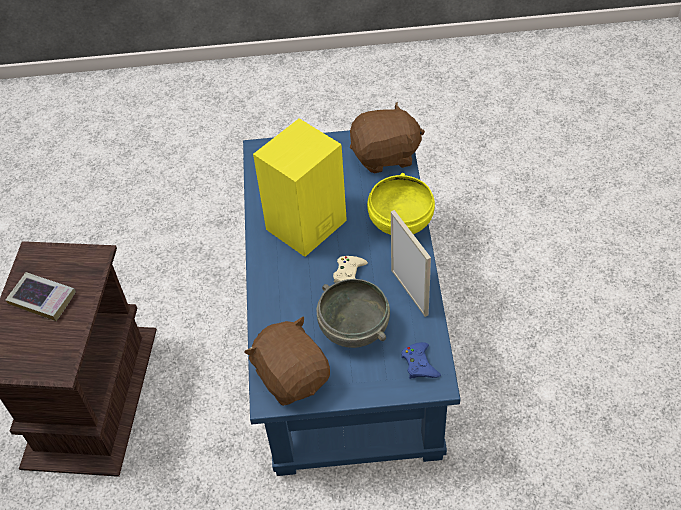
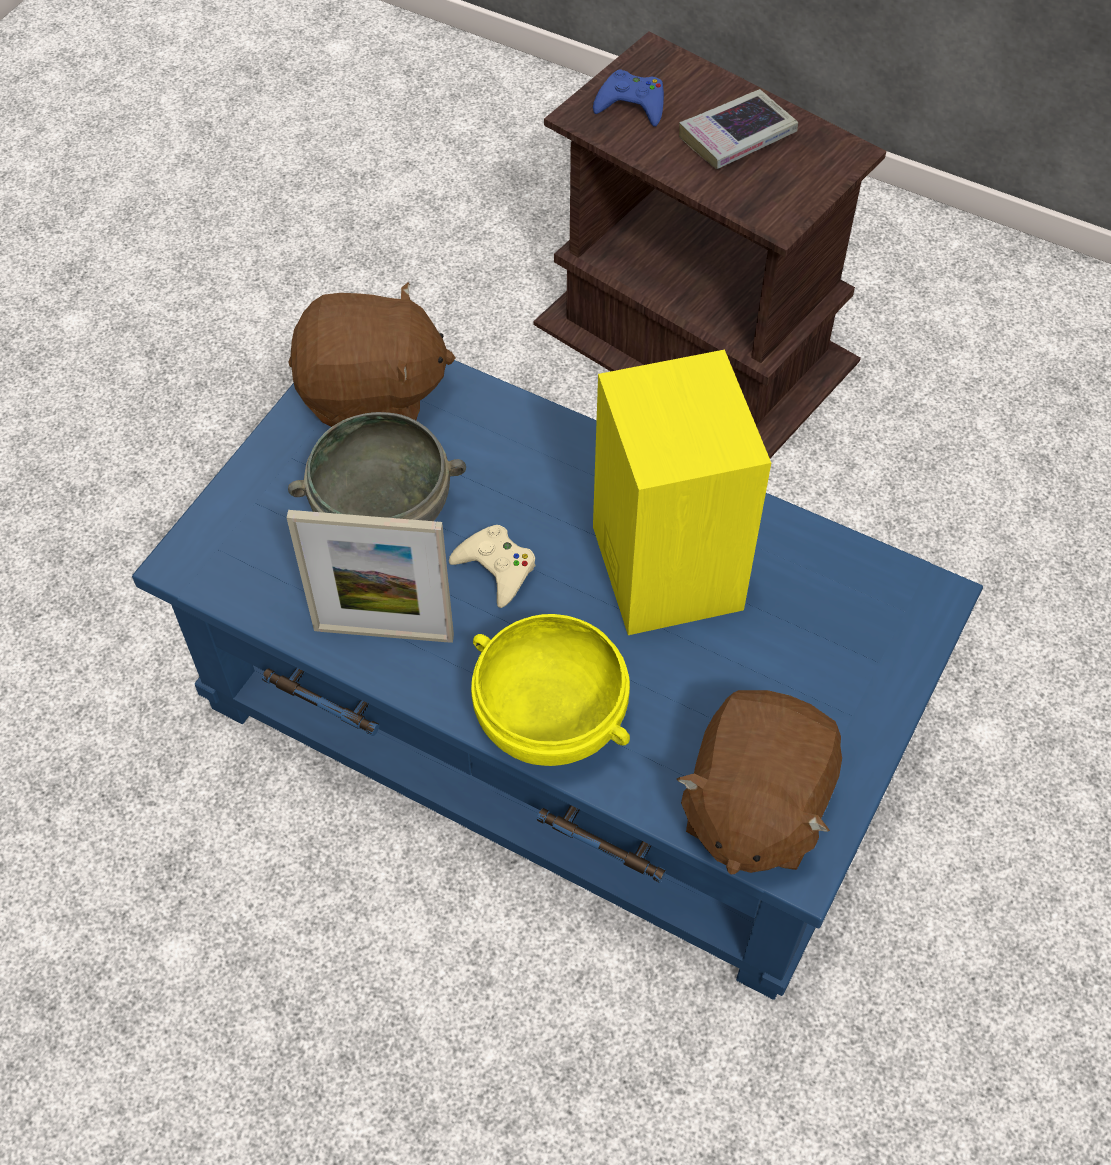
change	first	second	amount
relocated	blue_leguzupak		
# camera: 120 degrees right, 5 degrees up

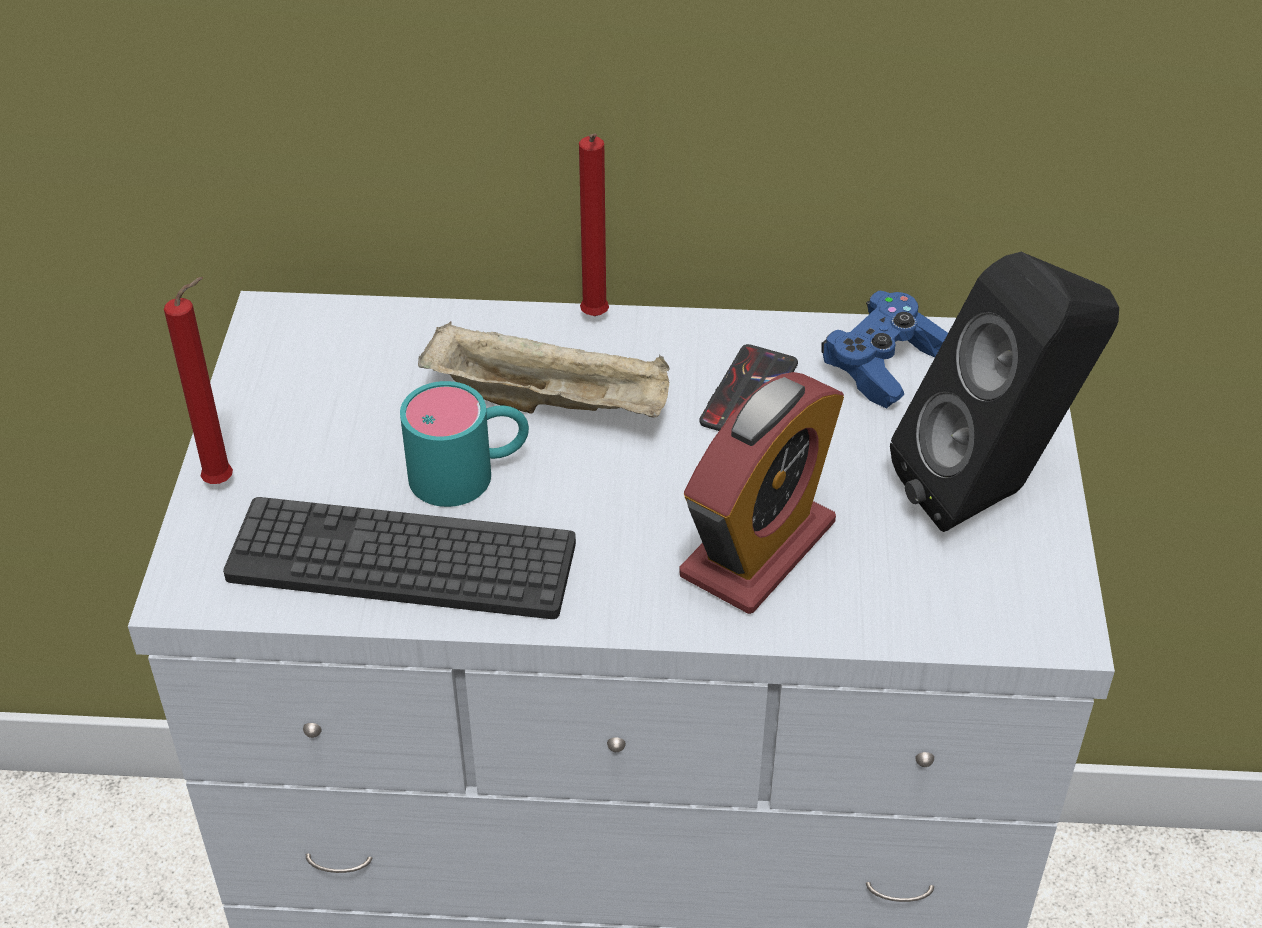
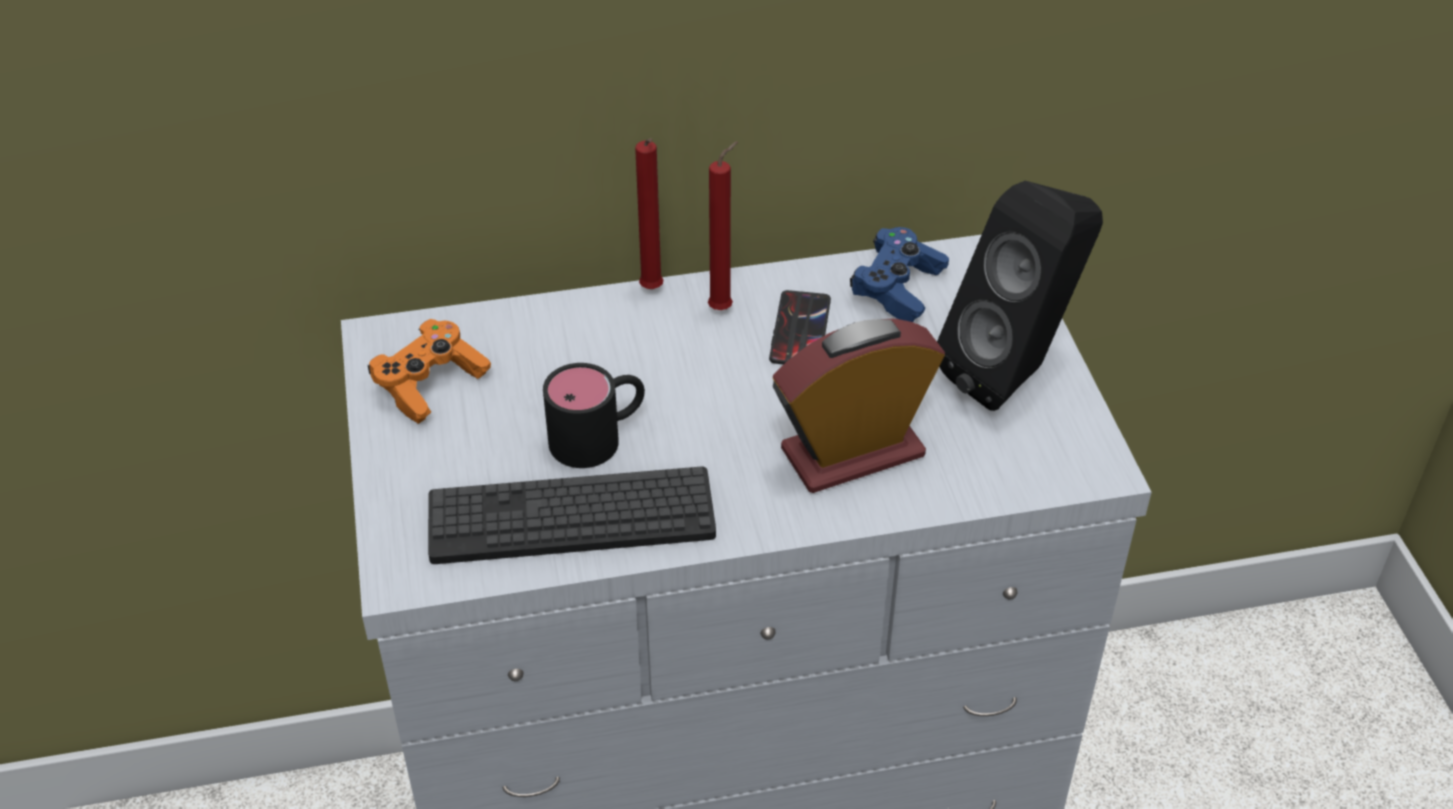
change	first	second	amount
relocated	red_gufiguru (no. 1 from left in the first image)	red_gufiguru (no. 2 from left)	
missing	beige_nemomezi		
spun	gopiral		135 degrees counterclockwise
colour	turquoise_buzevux	black_buzevux	
appeared		orange_leguzupak	
# camera: 15 degrees left, 0 degrees up

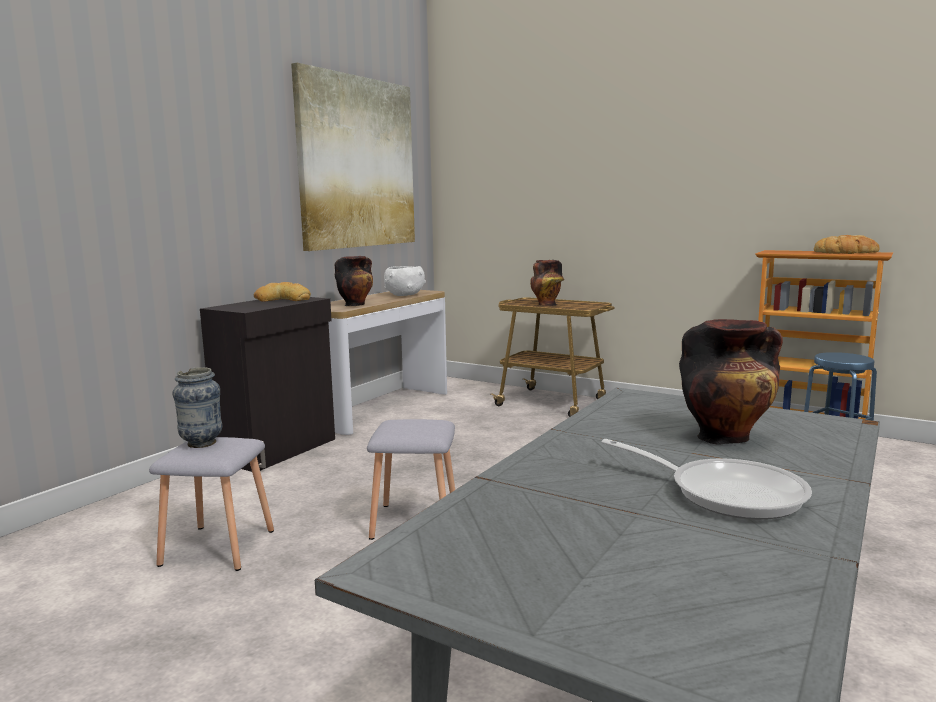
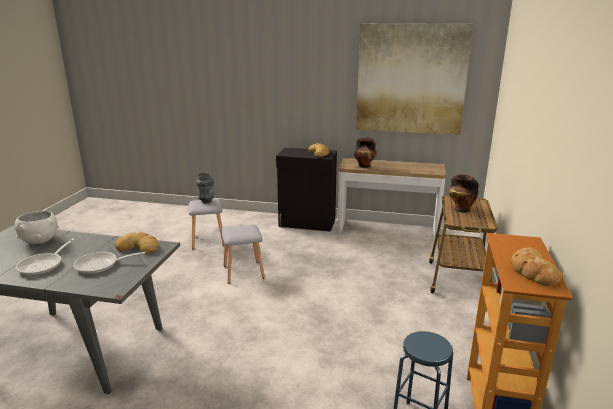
change	first	second	amount
relocated	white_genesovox		
exchanged	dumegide (no. 4 from left)	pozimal (no. 2 from left)	
appeared		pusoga (no. 1 from left)	
# camera: 70 degrees right, 10 degrees up

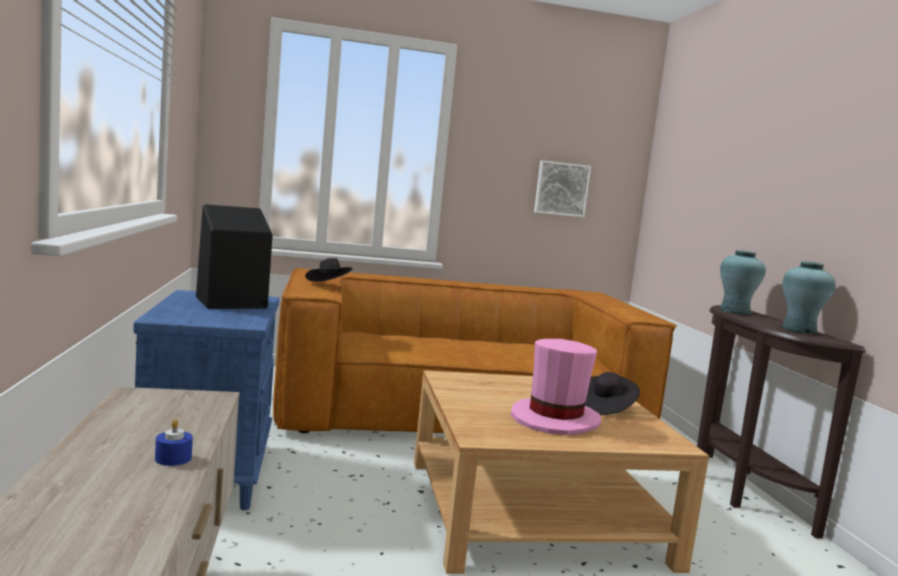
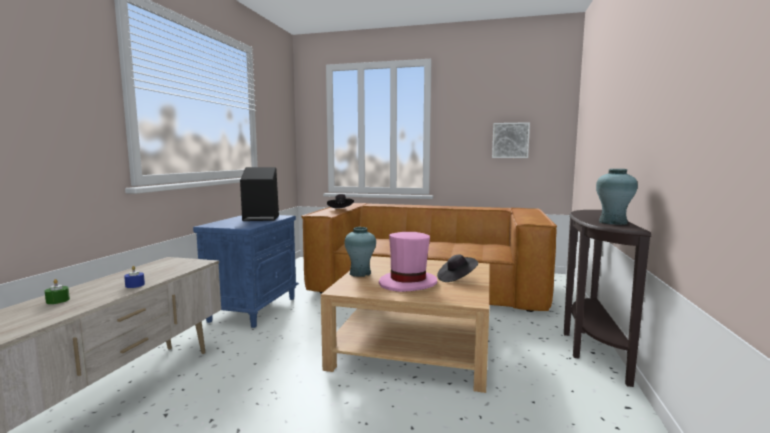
change	first	second	amount
relocated	turquoise_dumegide (no. 1 from left)		
appeared		green_gufiguru	
# camera: 25 degrees right, 0 degrees up

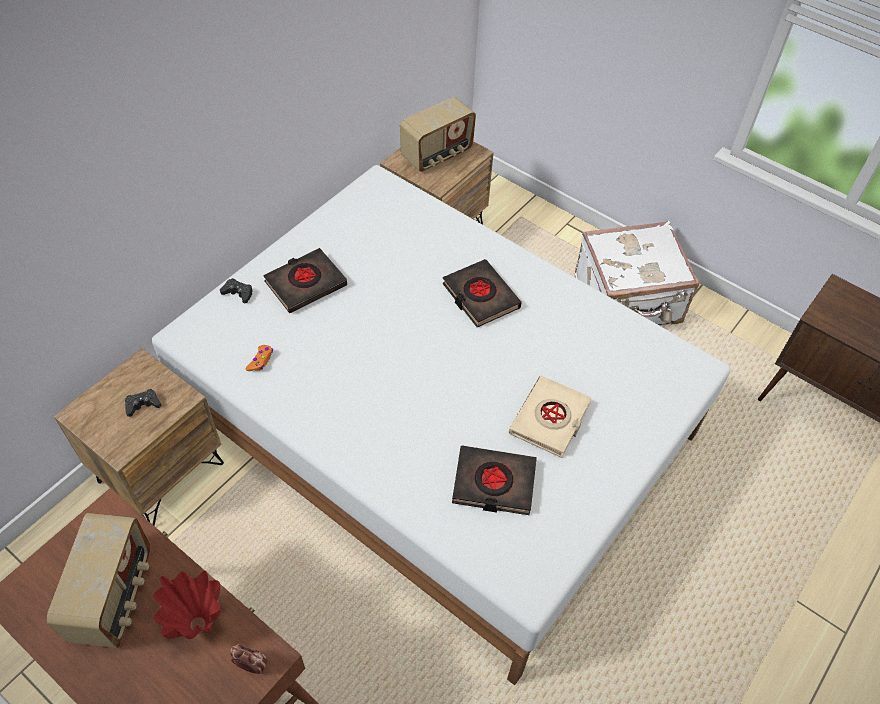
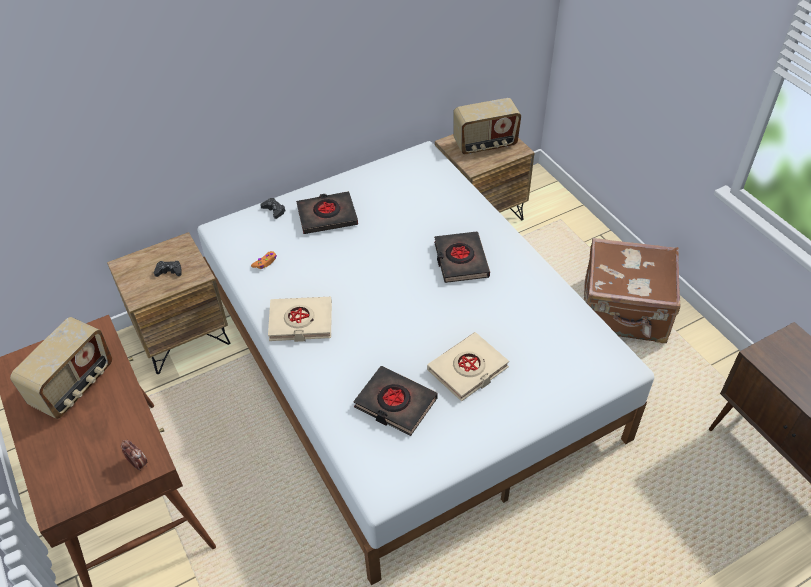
change	first	second	amount
colour	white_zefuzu	brown_zefuzu	
missing	red_dumegide		
appeared		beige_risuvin (no. 1 from left)	
# camera: 25 degrees right, 5 degrees down

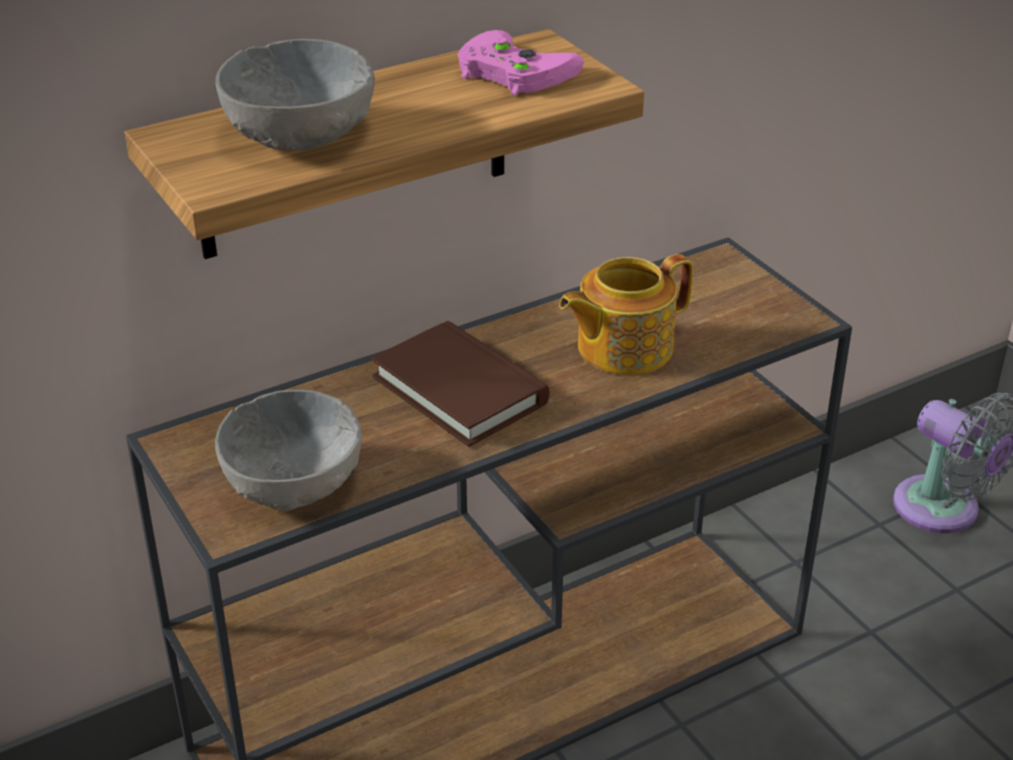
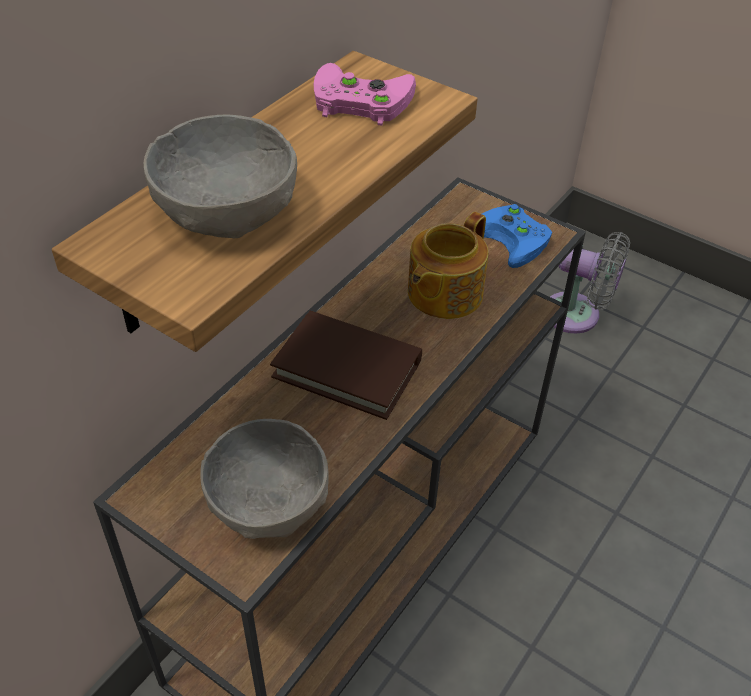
change	first	second	amount
appeared		blue_leguzupak	
# camera: 25 degrees left, 10 degrees up

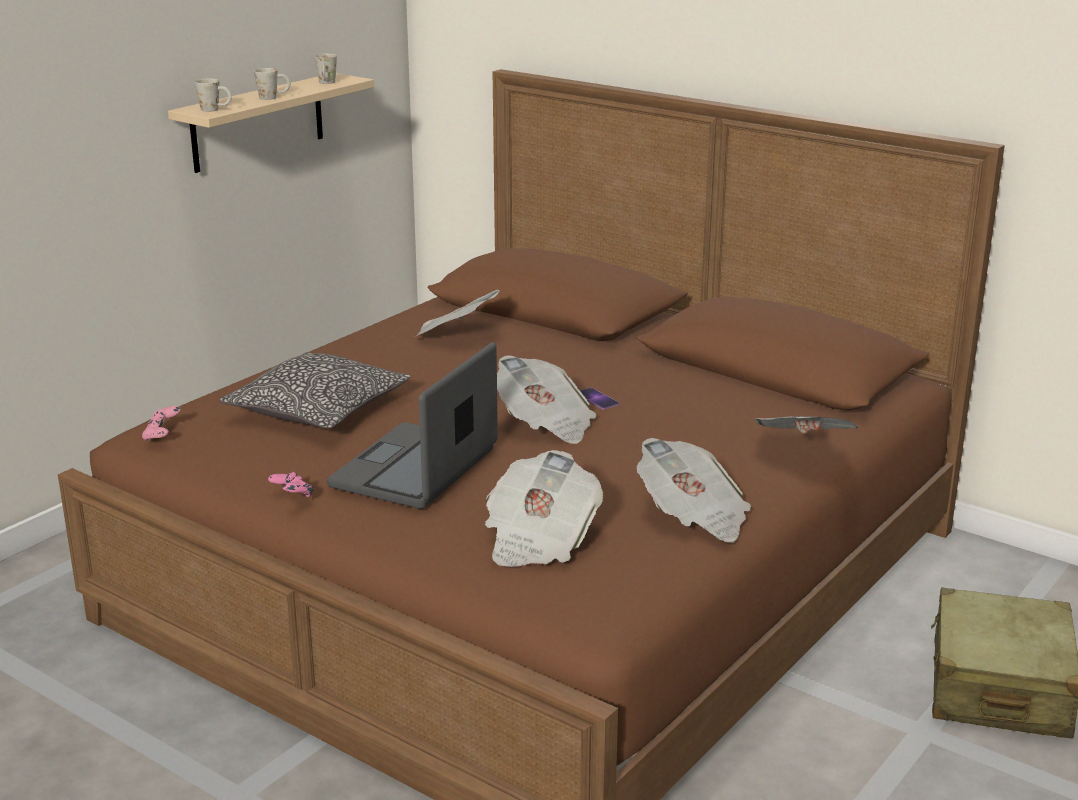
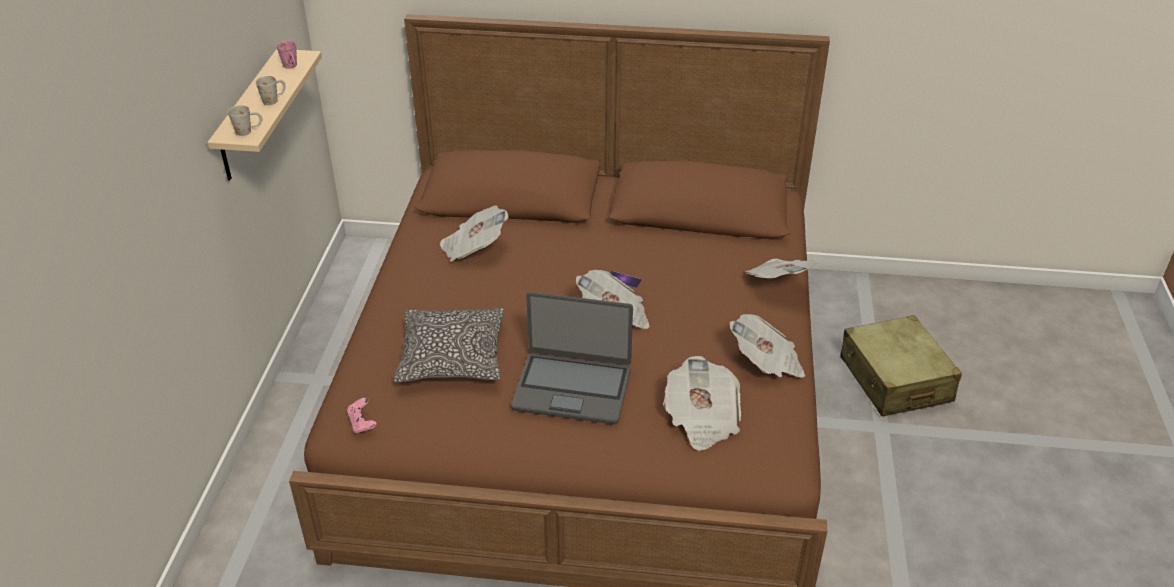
change	first	second	amount
colour	white_buzevux (no. 3 from left)	pink_buzevux	
spun	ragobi		75 degrees counterclockwise
missing	pink_leguzupak (no. 2 from left)		
# camera: 30 degrees left, 15 degrees up

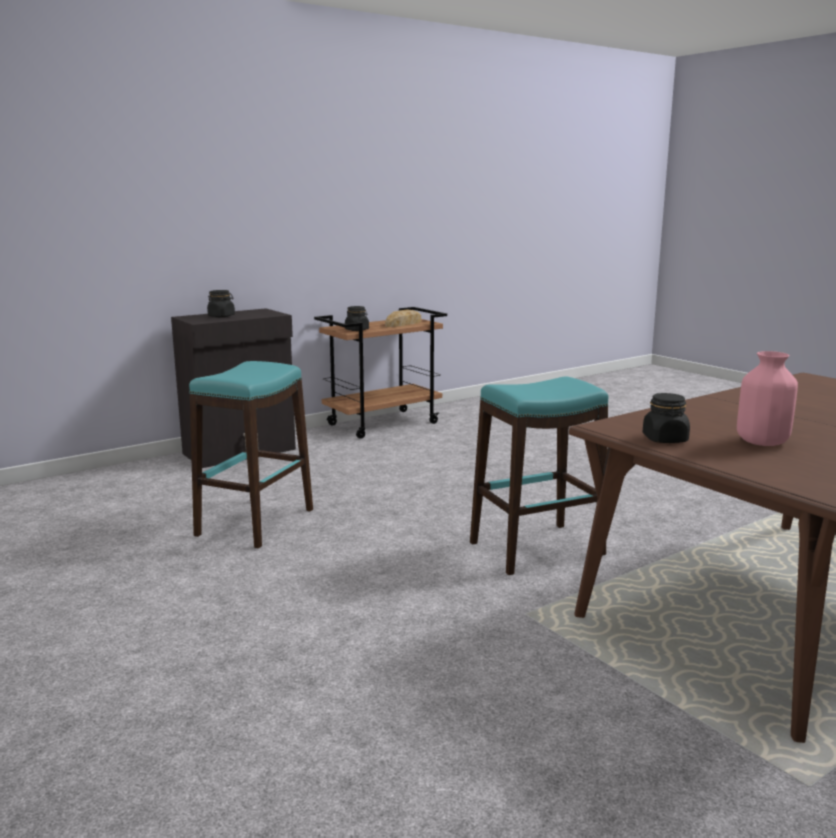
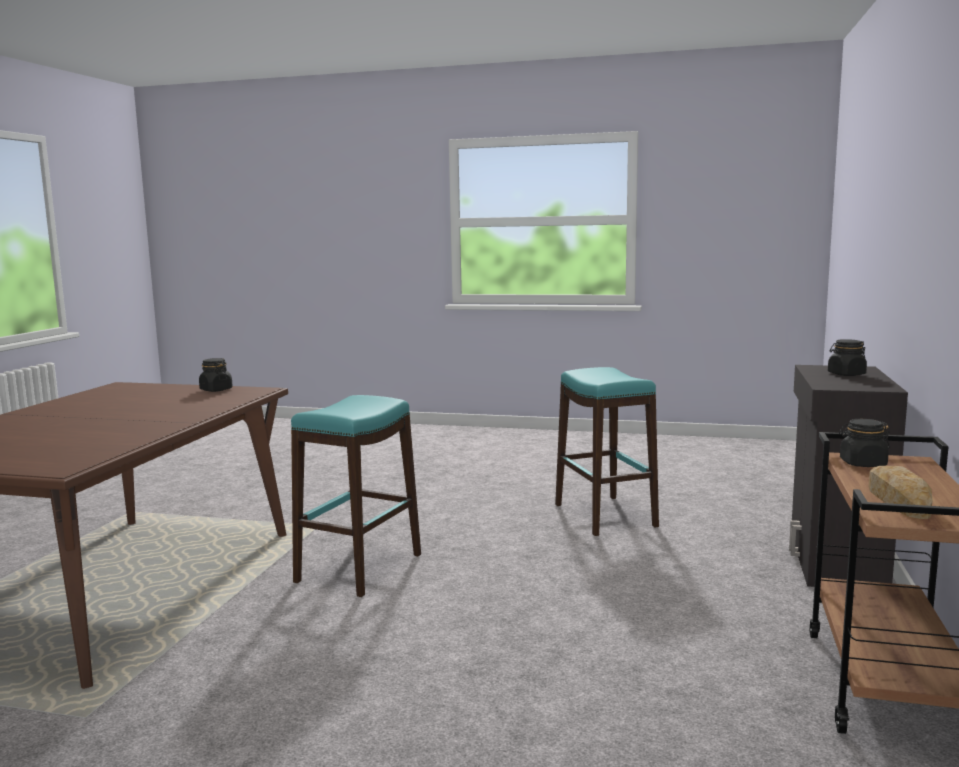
change	first	second	amount
missing	pink_dumegide		
# camera: 140 degrees right, 5 degrees down

